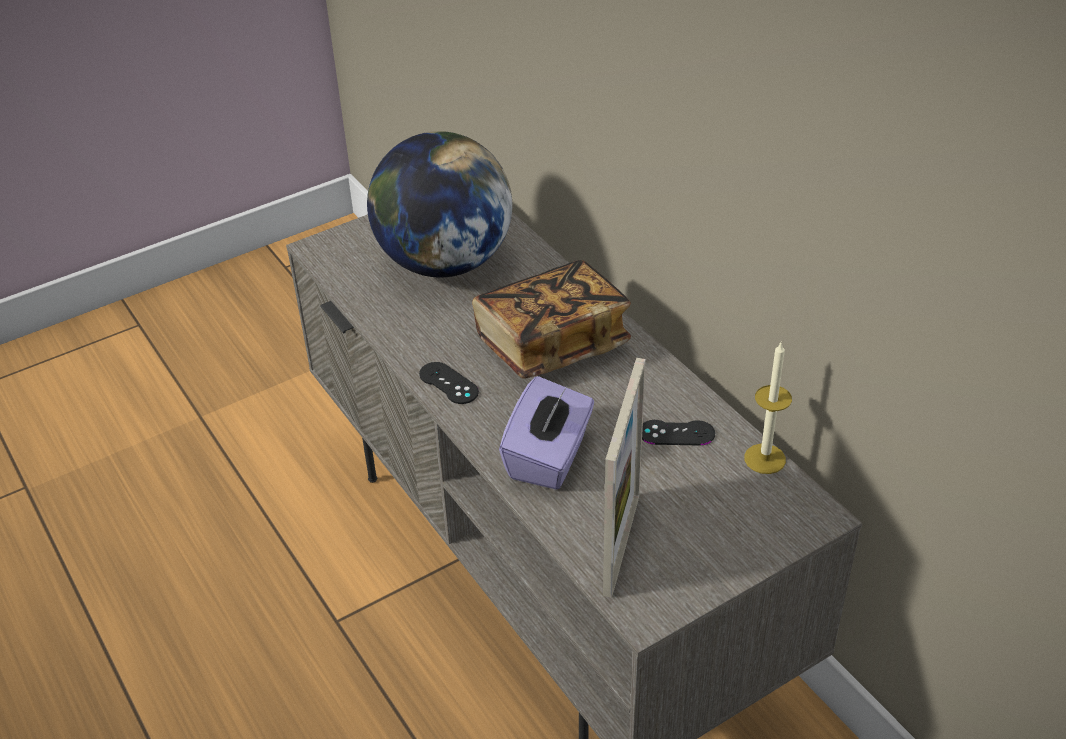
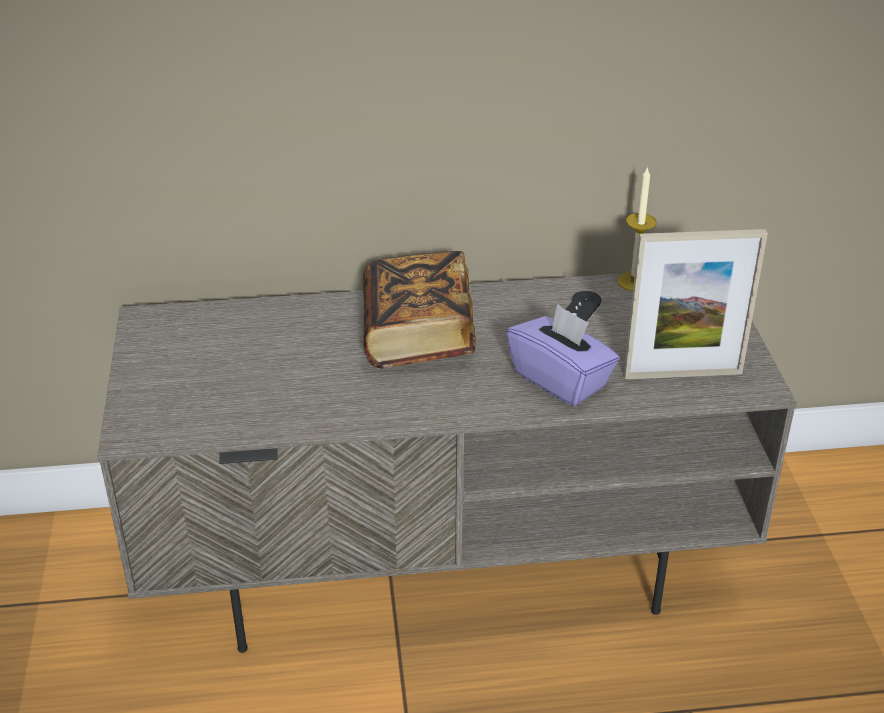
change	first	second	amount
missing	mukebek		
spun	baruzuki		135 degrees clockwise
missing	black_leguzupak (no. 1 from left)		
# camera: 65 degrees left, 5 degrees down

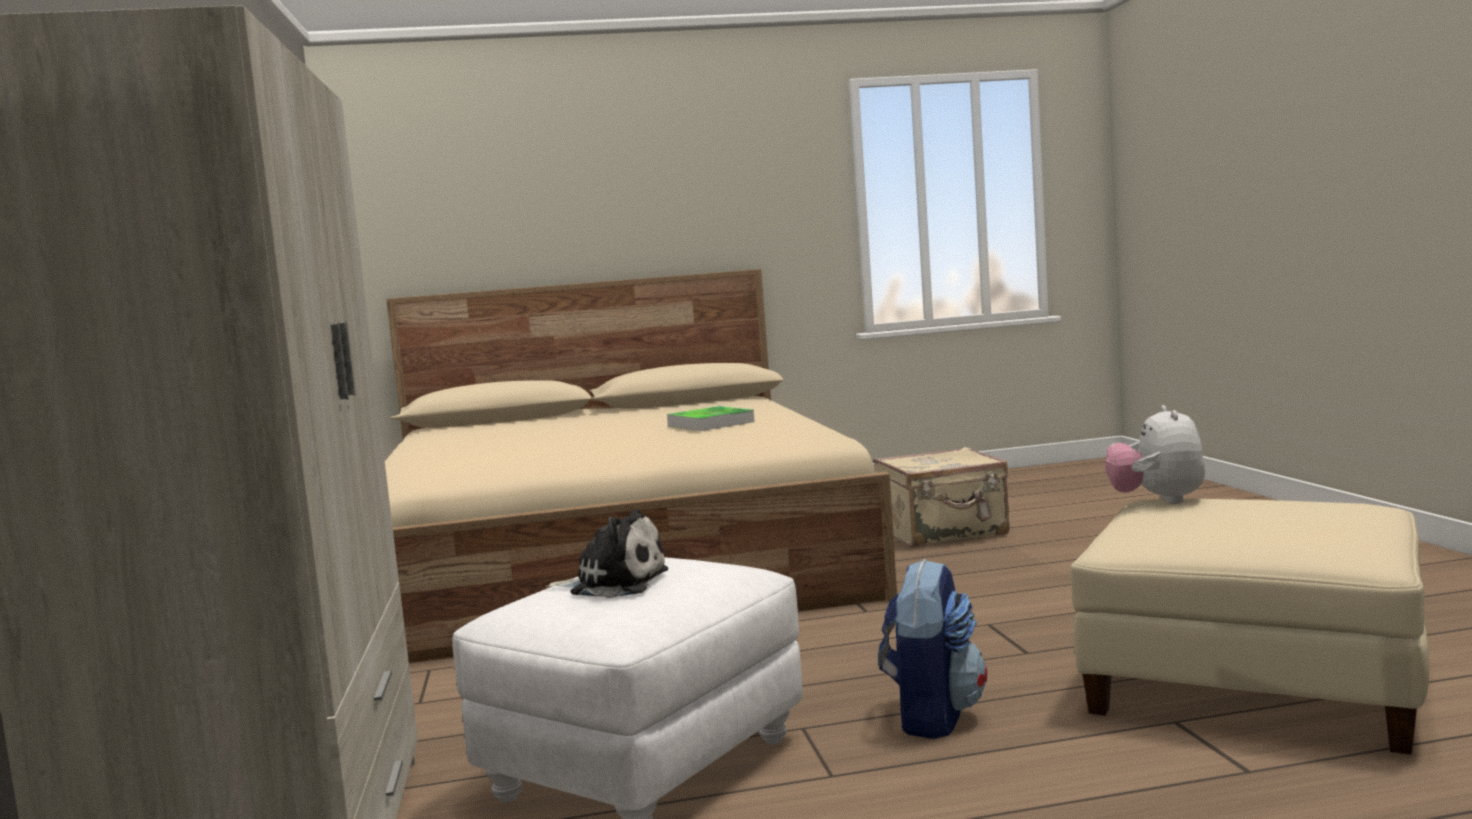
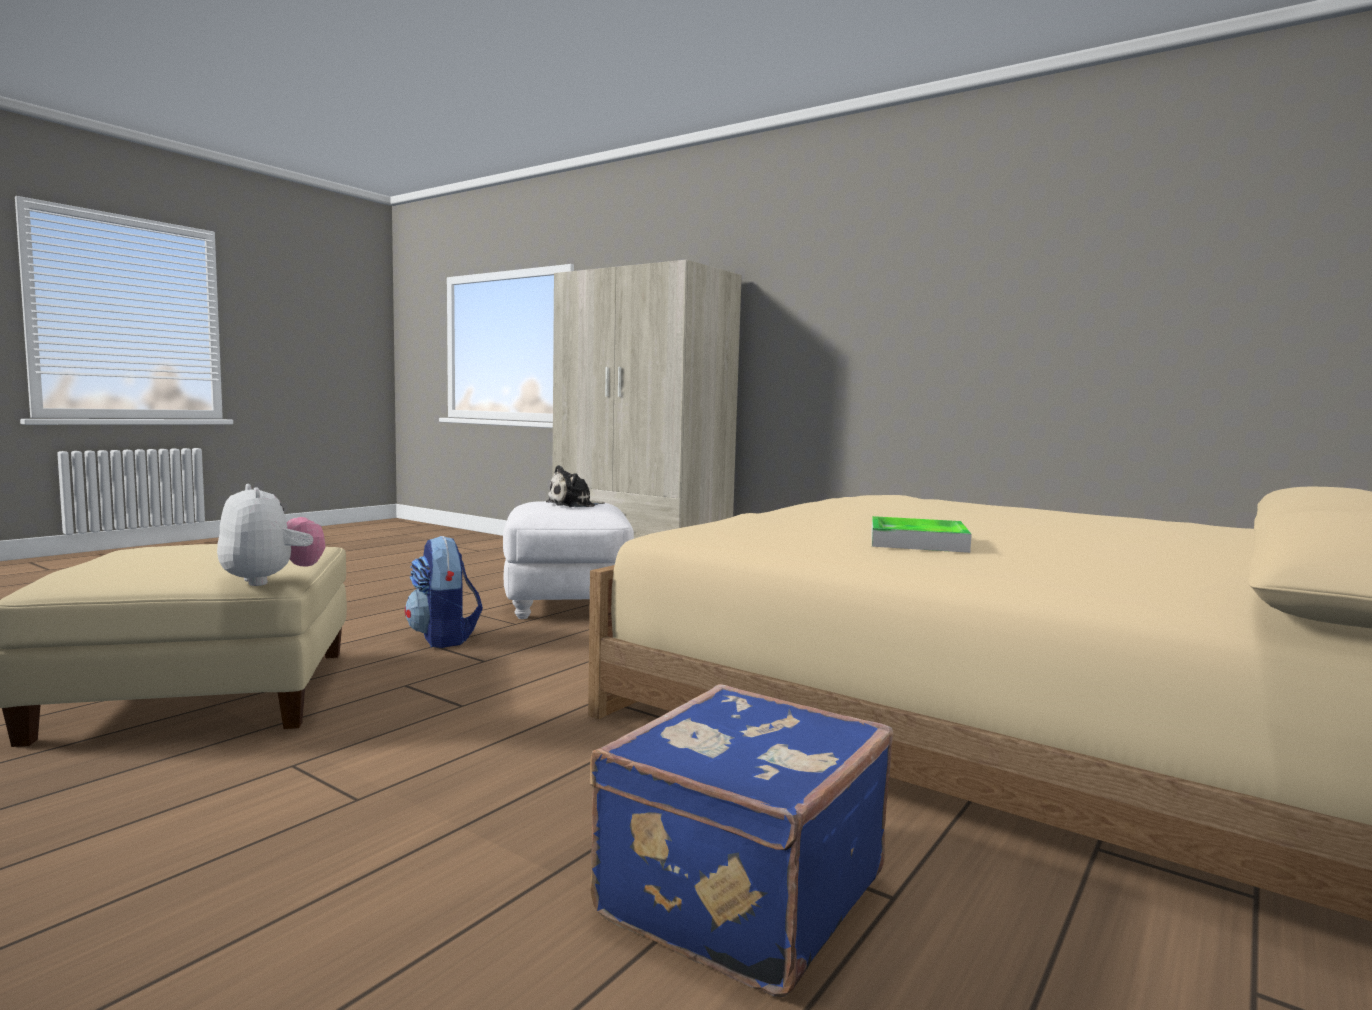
change	first	second	amount
colour	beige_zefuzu	blue_zefuzu	
# camera: 135 degrees right, 0 degrees up

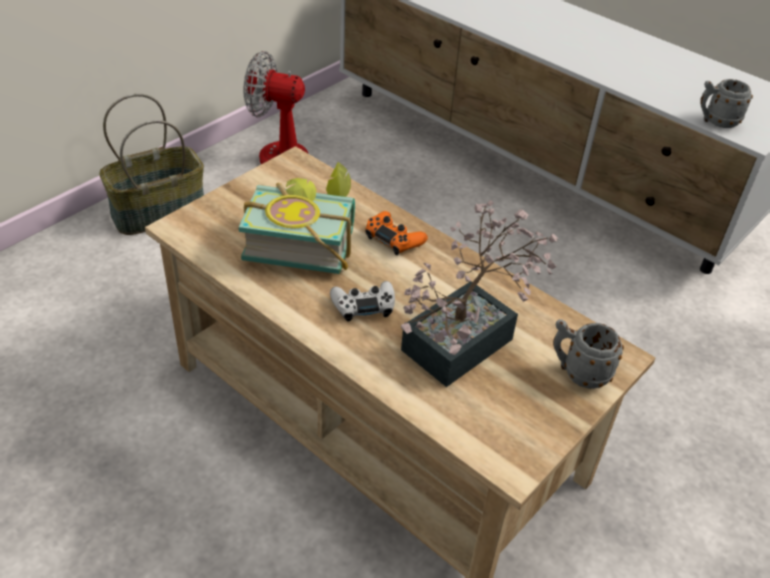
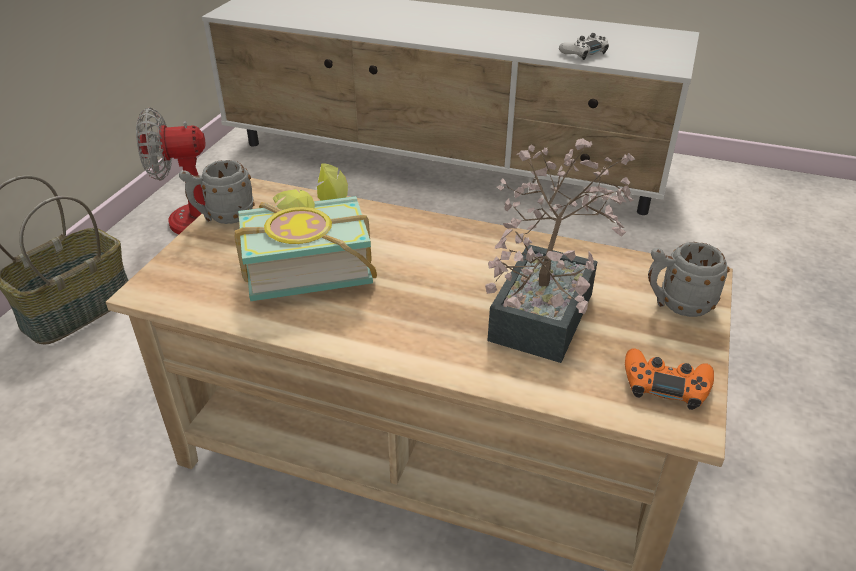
change	first	second	amount
relocated	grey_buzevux (no. 2 from left in the first image)	grey_buzevux (no. 1 from left)	
relocated	orange_leguzupak		
relocated	white_leguzupak		
# camera: 20 degrees left, 5 degrees down

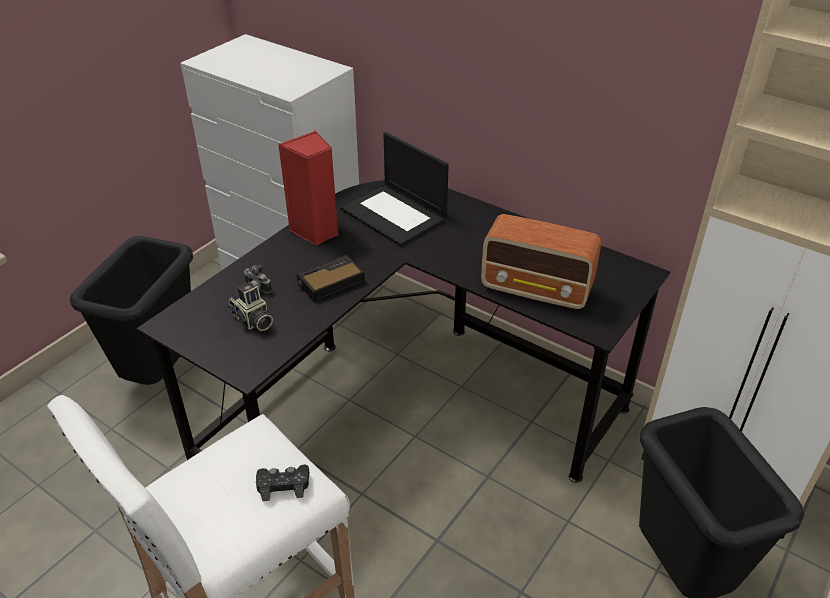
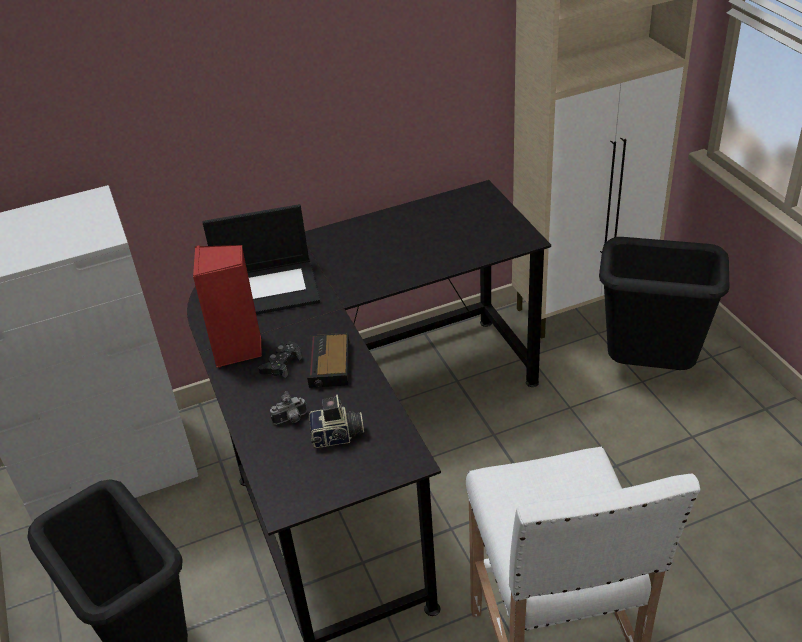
change	first	second	amount
missing	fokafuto		
relocated	black_leguzupak		
# camera: 55 degrees left, 0 degrees up

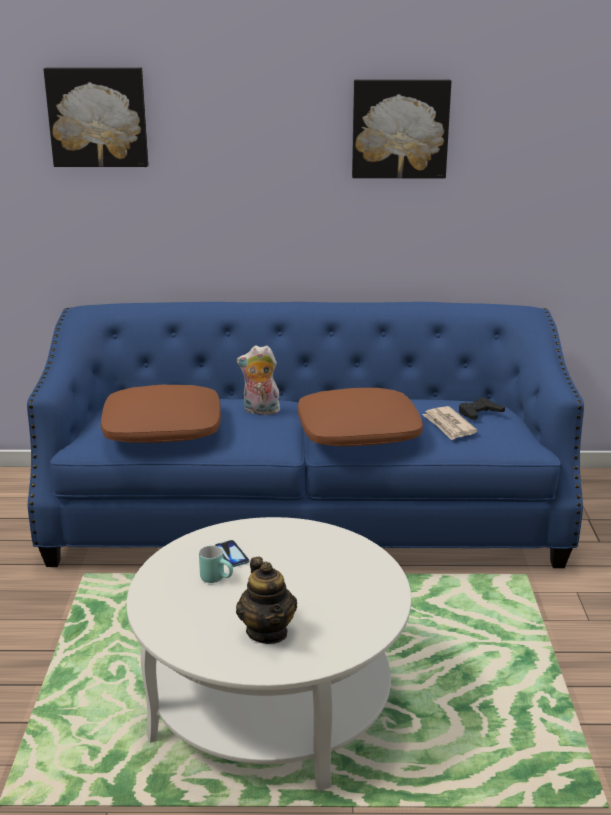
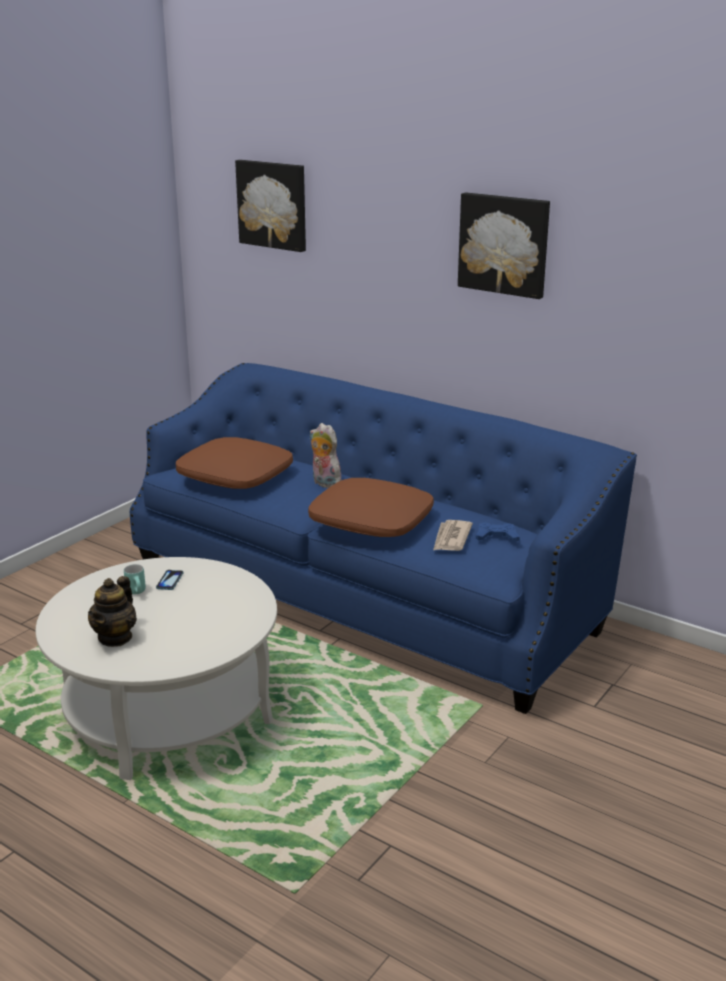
change	first	second	amount
colour	black_leguzupak	blue_leguzupak	
# camera: 35 degrees right, 0 degrees up

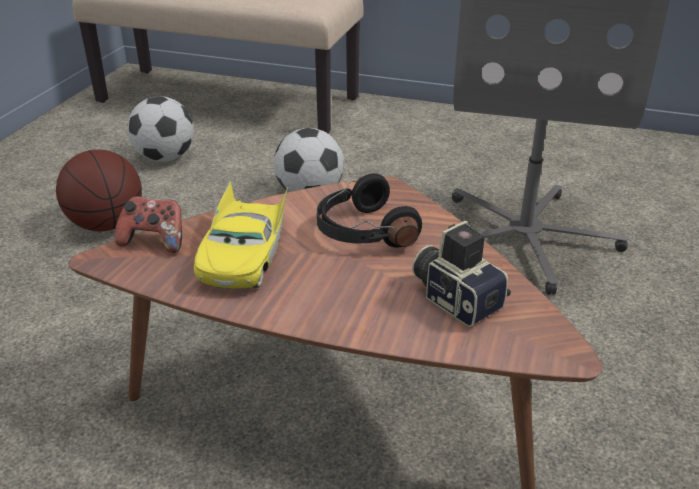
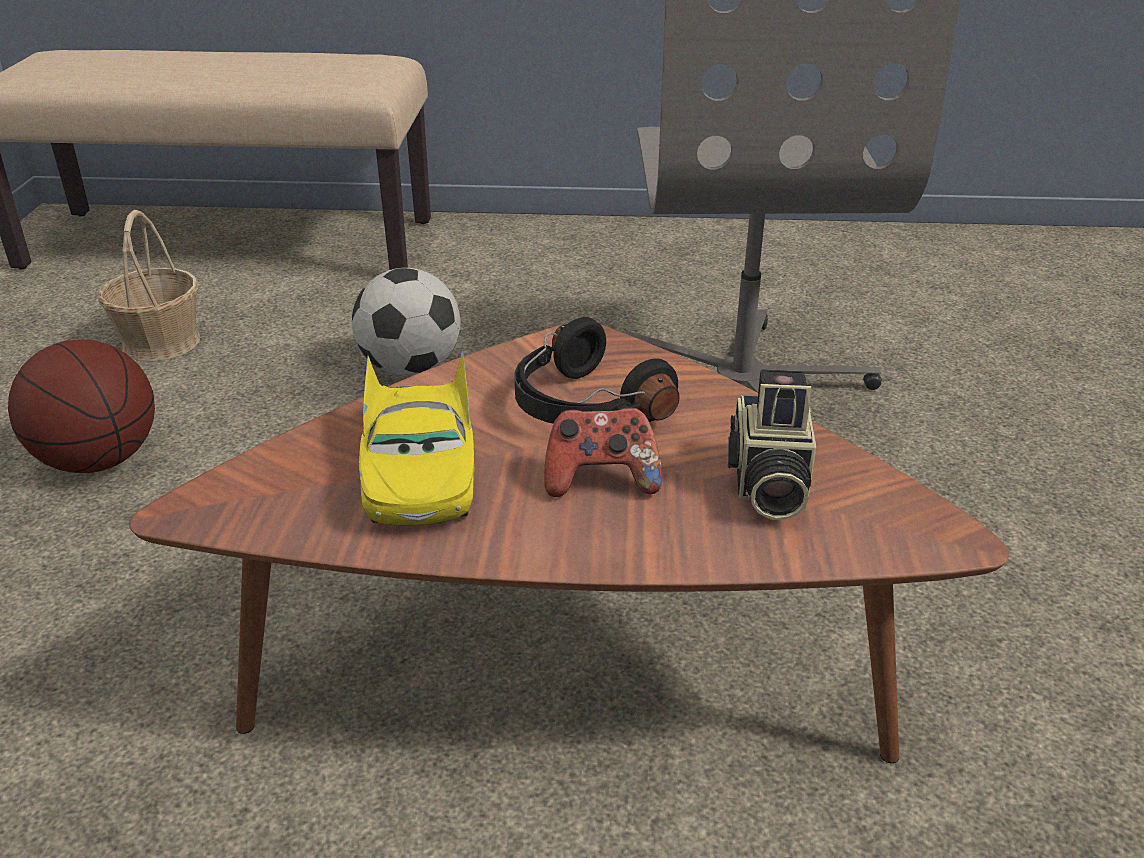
change	first	second	amount
exchanged	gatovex (no. 1 from left)	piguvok	
relocated	leguzupak		
spun	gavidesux		120 degrees counterclockwise
# camera: 15 degrees left, 0 degrees up

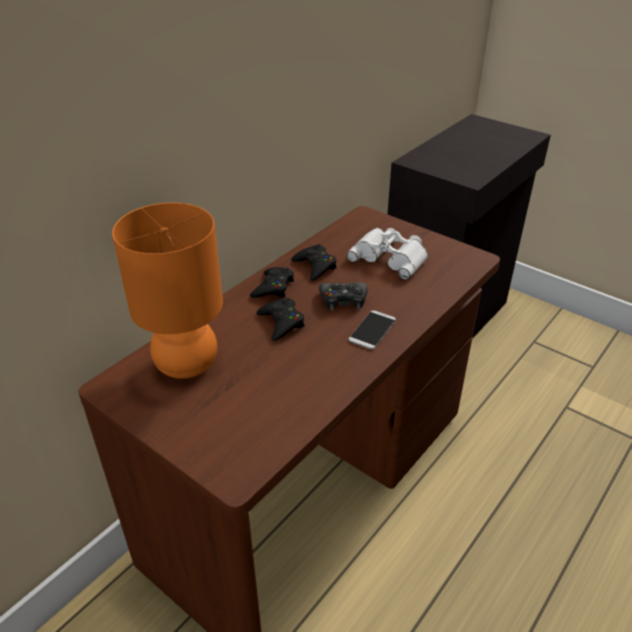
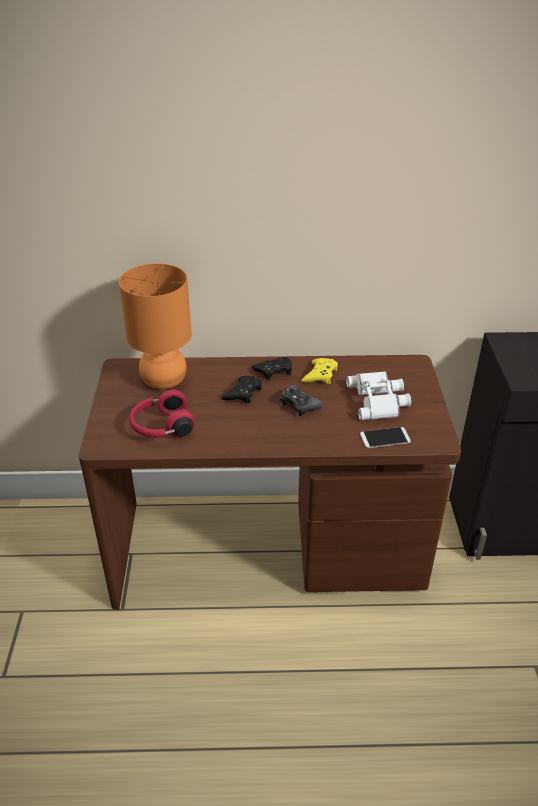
change	first	second	amount
colour	black_leguzupak (no. 3 from left)	yellow_leguzupak	
relocated	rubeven		
appeared		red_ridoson	
# camera: 50 degrees right, 0 degrees up

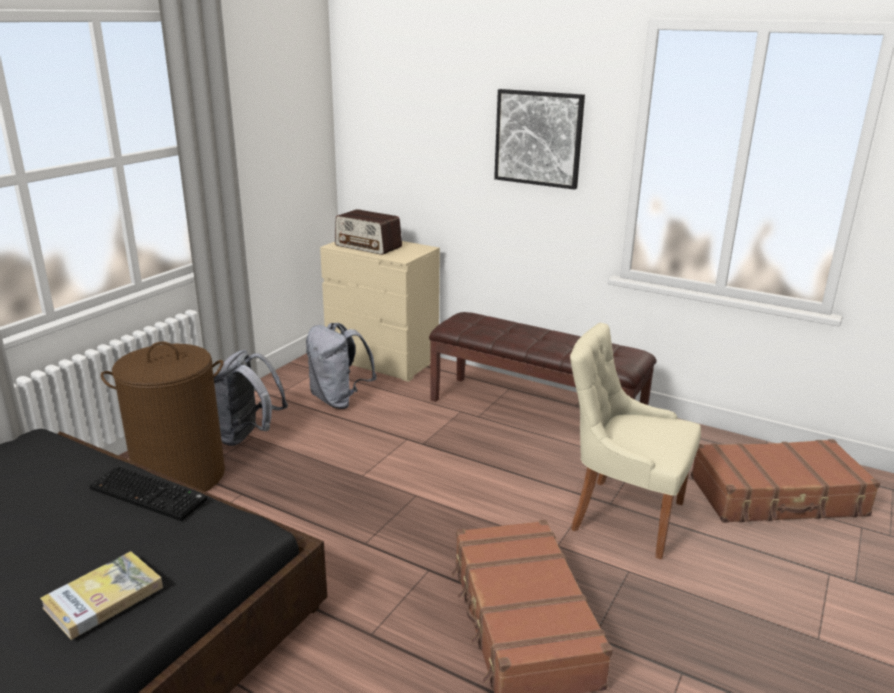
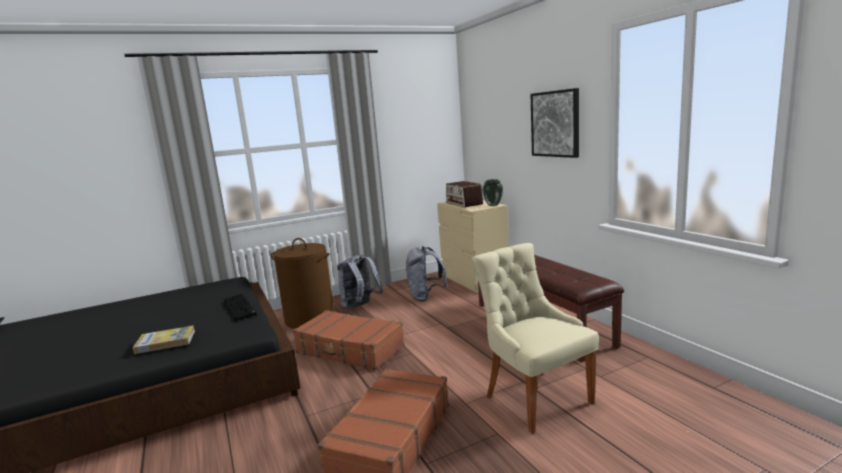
change	first	second	amount
relocated	brown_zefuzu (no. 2 from left in the first image)	brown_zefuzu (no. 1 from left)	
appeared		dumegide	
# camera: 35 degrees right, 10 degrees down

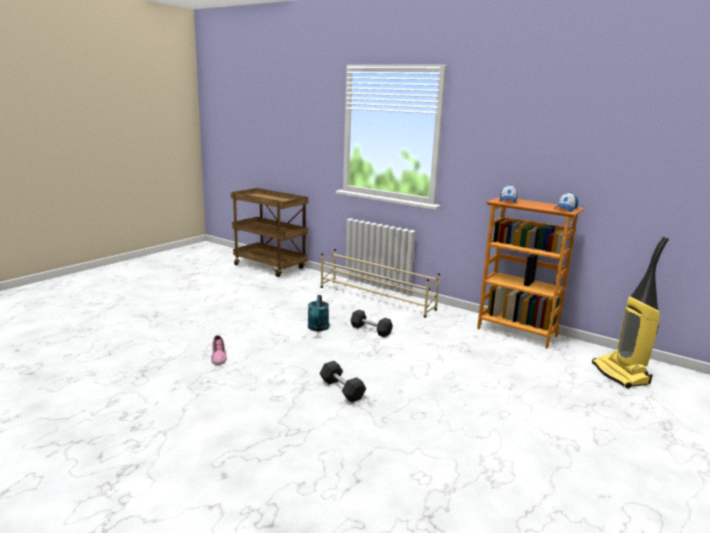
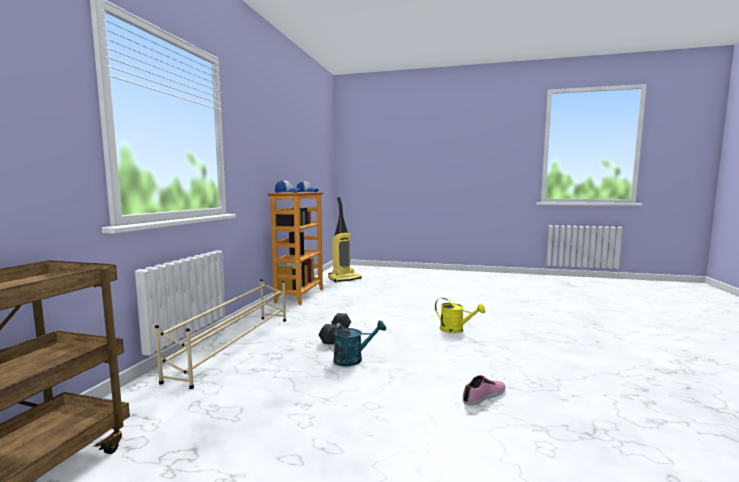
change	first	second	amount
exchanged	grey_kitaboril (no. 1 from left)	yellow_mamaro	
# camera: 110 degrees left, 10 degrees down

